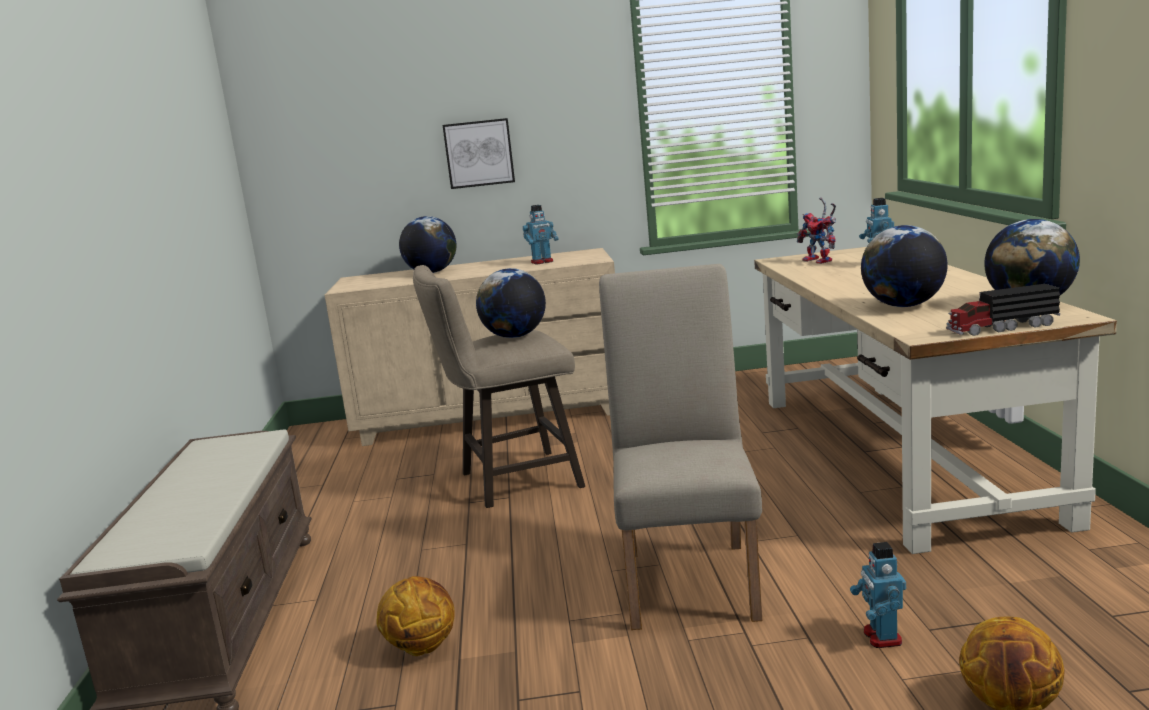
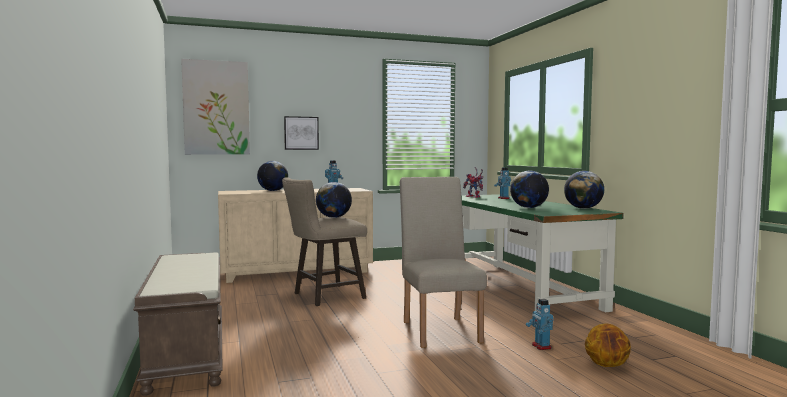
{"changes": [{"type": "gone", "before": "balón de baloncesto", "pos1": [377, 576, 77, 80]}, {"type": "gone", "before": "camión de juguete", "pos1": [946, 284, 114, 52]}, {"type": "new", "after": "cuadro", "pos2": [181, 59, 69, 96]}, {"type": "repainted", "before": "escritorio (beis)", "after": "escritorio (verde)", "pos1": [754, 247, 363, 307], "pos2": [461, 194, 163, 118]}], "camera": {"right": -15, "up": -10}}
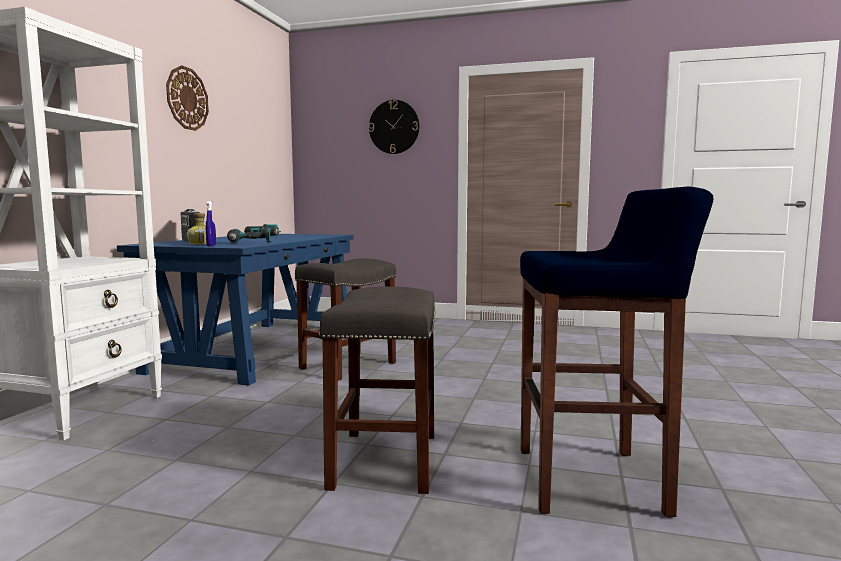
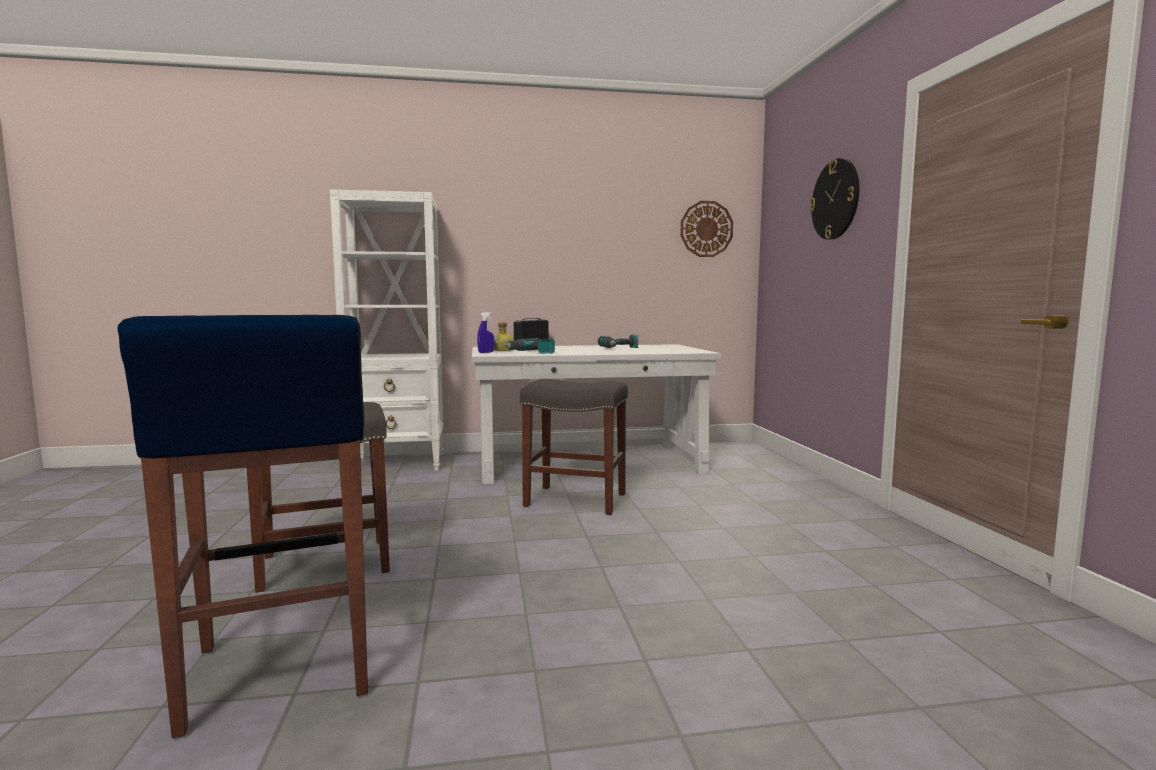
{"changes": [{"type": "shifted", "before": "reloj de pared", "pos1": [166, 65, 43, 66], "pos2": [680, 201, 53, 56]}, {"type": "repainted", "before": "escritorio (azul)", "after": "escritorio (blanco)", "pos1": [117, 234, 237, 152], "pos2": [472, 344, 249, 140]}], "camera": {"right": 65, "up": 0}}
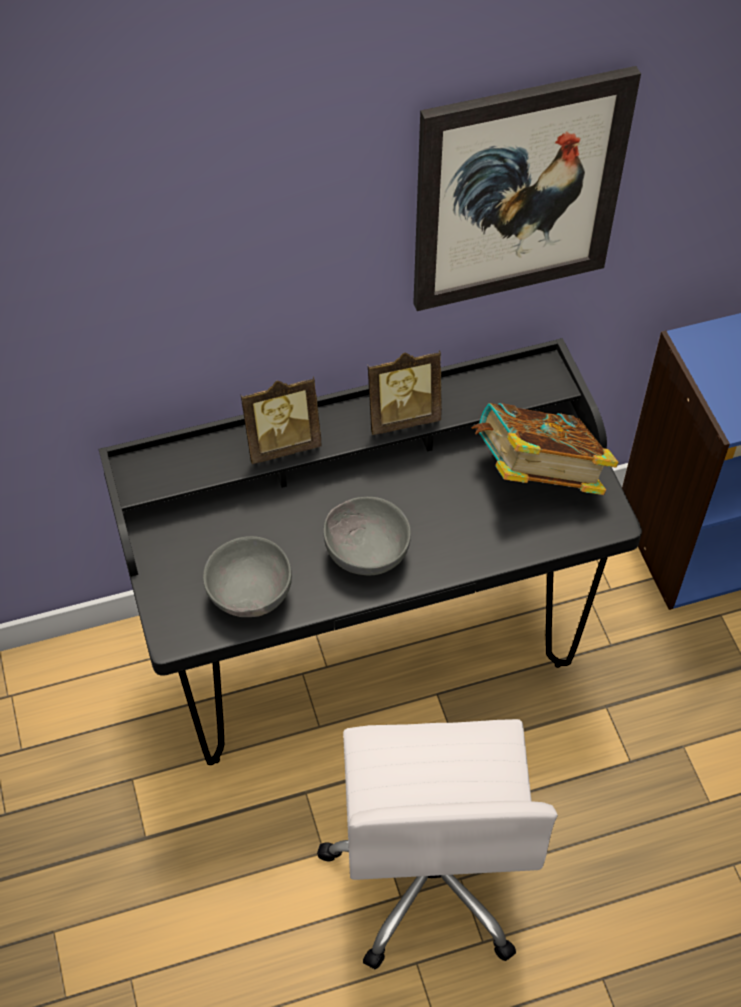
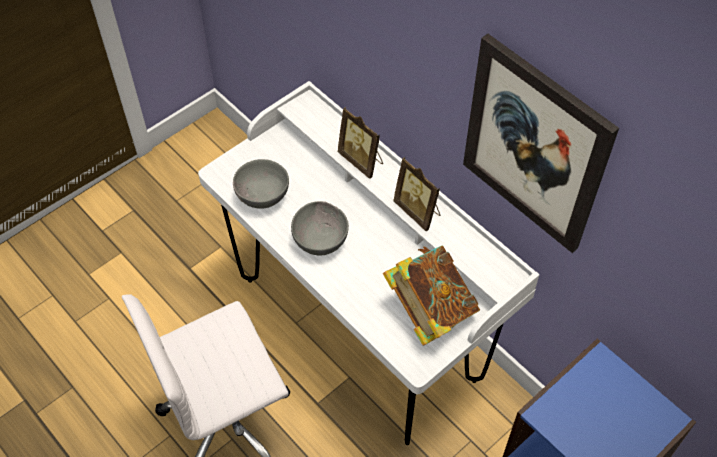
{"changes": [{"type": "repainted", "before": "escritorio (negro)", "after": "escritorio (blanco)", "pos1": [99, 338, 543, 427], "pos2": [198, 81, 342, 364]}], "camera": {"right": 65, "up": 0}}
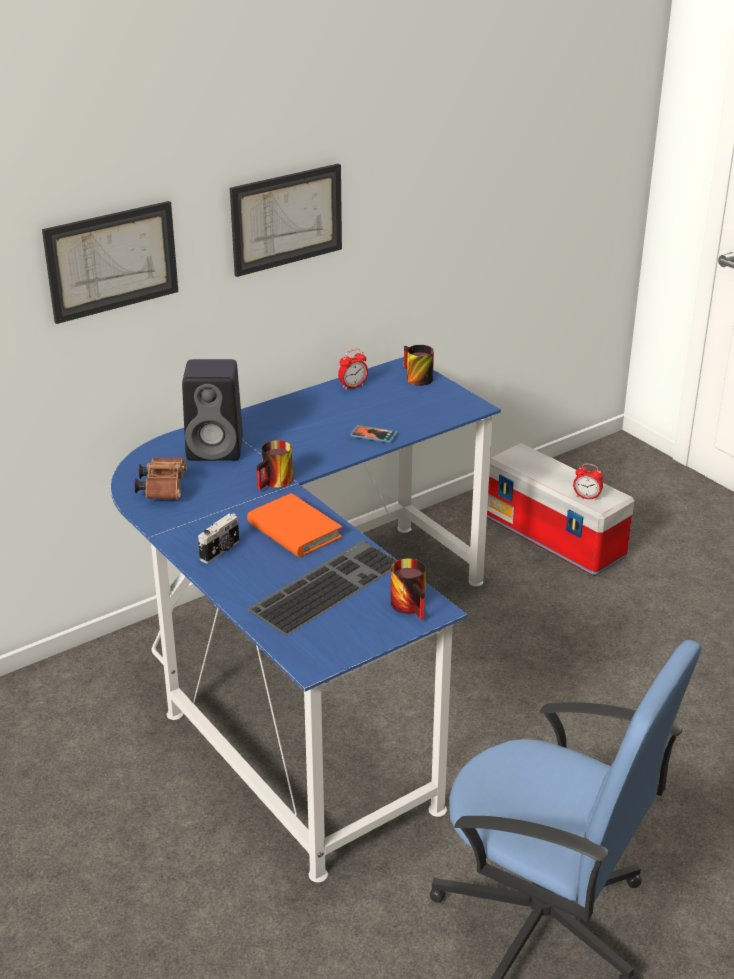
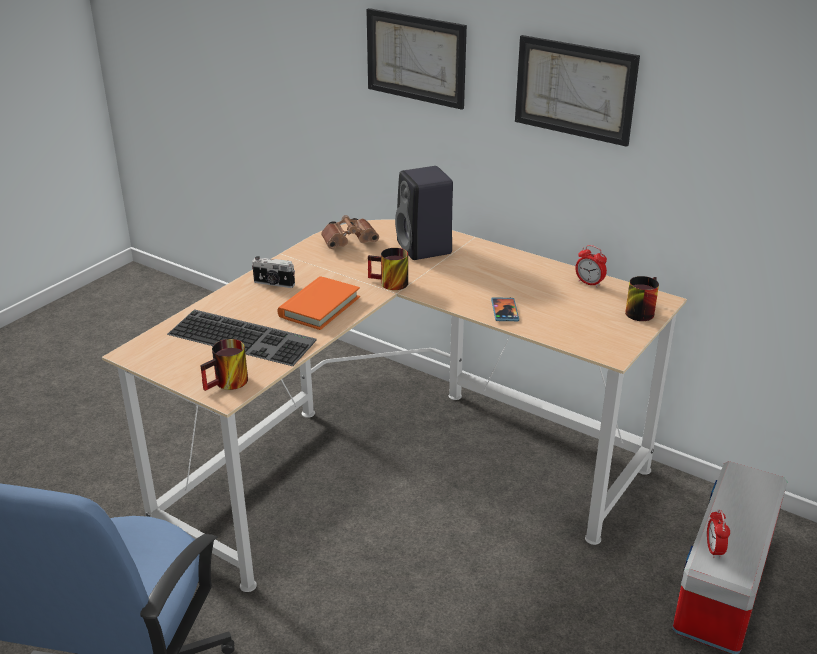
{"changes": [{"type": "repainted", "before": "escritorio (azul)", "after": "escritorio (beis)", "pos1": [111, 357, 390, 525], "pos2": [102, 220, 585, 372]}], "camera": {"right": 70, "up": 0}}
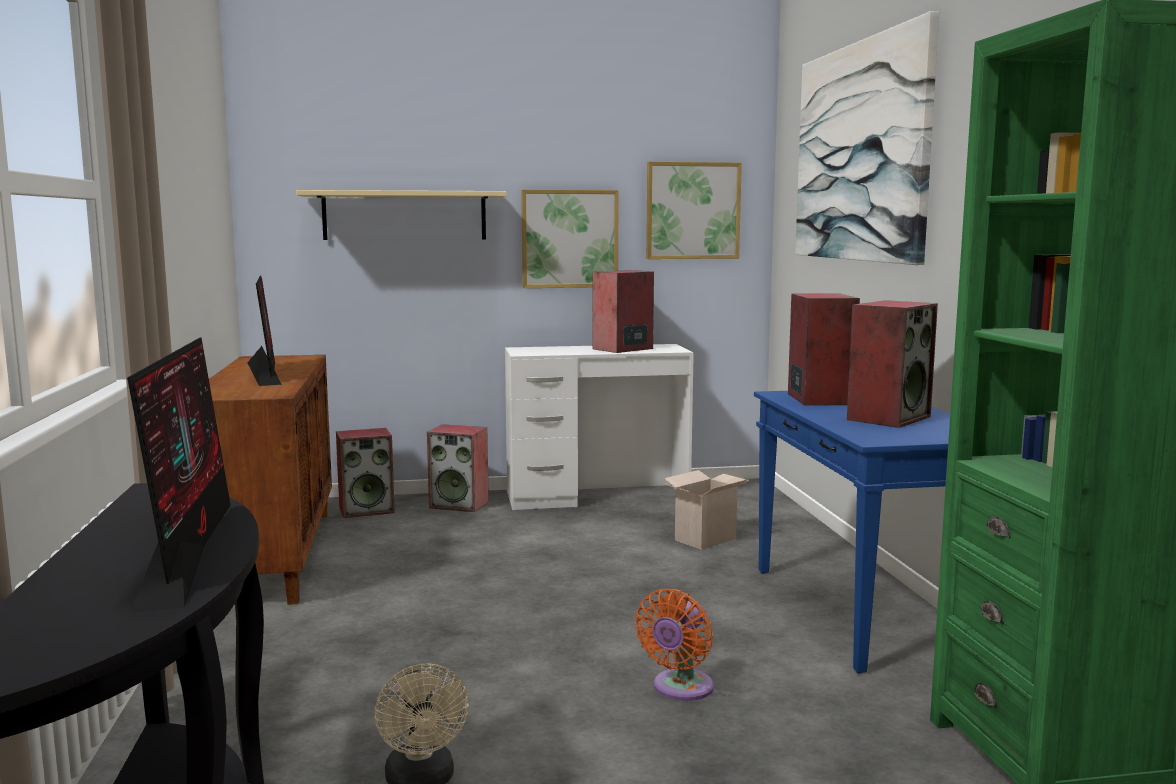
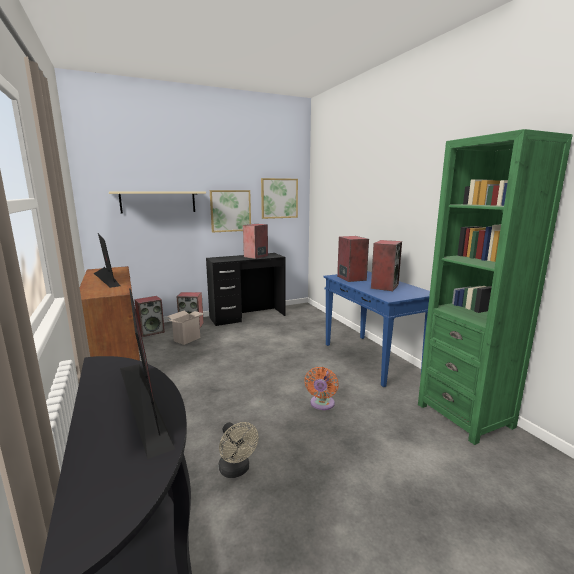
{"changes": [{"type": "gone", "before": "cuadro", "pos1": [795, 11, 144, 254]}, {"type": "shifted", "before": "caja de cartón", "pos1": [664, 470, 85, 80], "pos2": [166, 311, 38, 34]}, {"type": "repainted", "before": "escritorio (blanco)", "after": "escritorio (negro)", "pos1": [505, 344, 189, 166], "pos2": [206, 253, 79, 73]}], "camera": {"right": -15, "up": 5}}
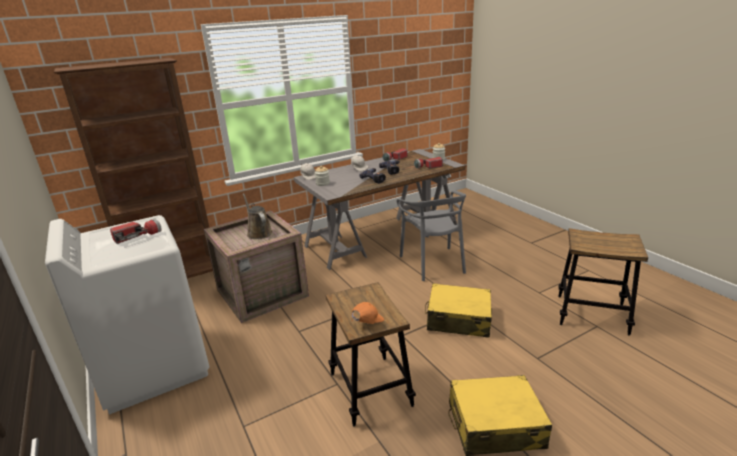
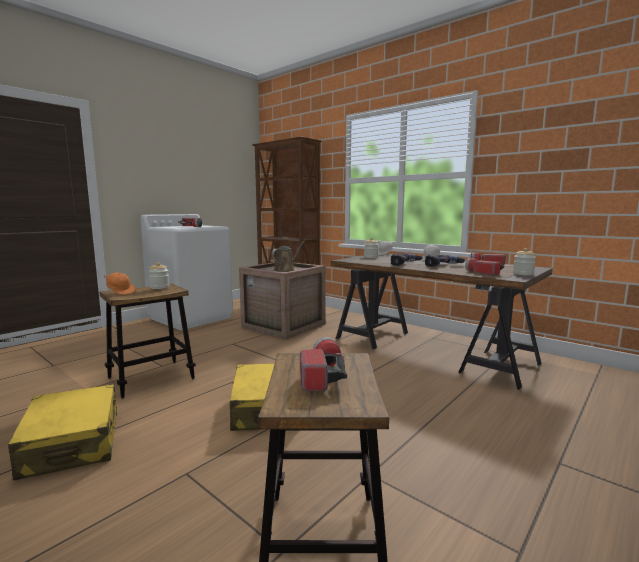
{"changes": [{"type": "gone", "before": "silla (gris)", "pos1": [397, 191, 69, 90]}, {"type": "new", "after": "tarro", "pos2": [148, 262, 22, 27]}, {"type": "new", "after": "linterna", "pos2": [300, 337, 47, 54]}, {"type": "repainted", "before": "escritorio (gris)", "after": "escritorio (marrón)", "pos1": [294, 149, 171, 121], "pos2": [331, 254, 222, 136]}], "camera": {"right": 70, "up": -15}}
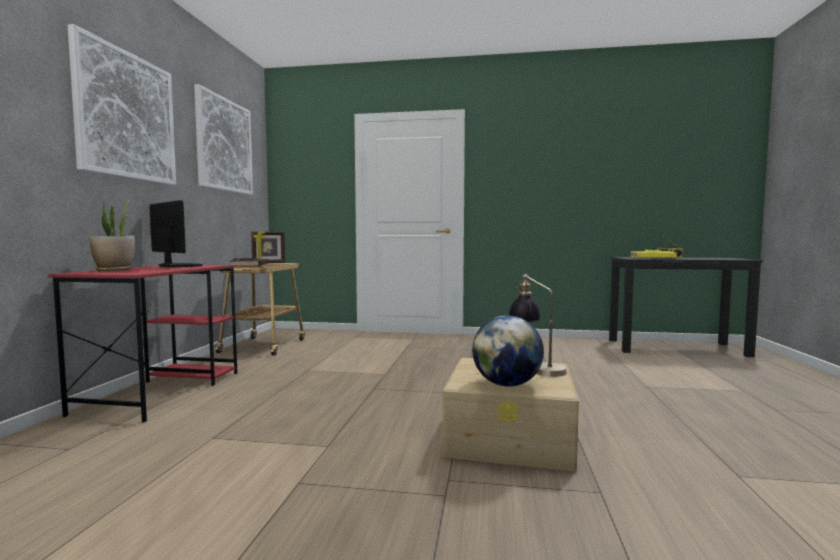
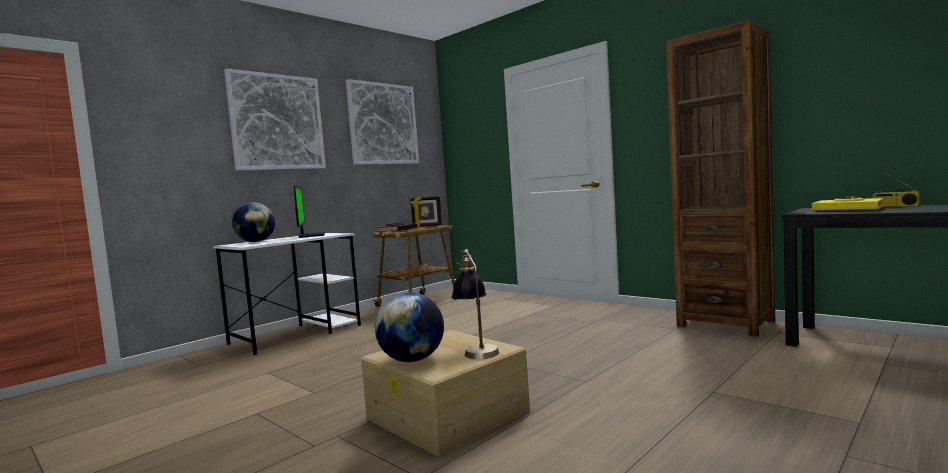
{"changes": [{"type": "new", "after": "estantería (marrón)", "pos2": [666, 20, 109, 317]}, {"type": "swapped", "before": "planta en maceta", "after": "globo terráqueo", "pos1": [89, 198, 46, 73], "pos2": [232, 202, 43, 40]}, {"type": "repainted", "before": "escritorio (rojo)", "after": "escritorio (blanco)", "pos1": [48, 265, 189, 158], "pos2": [213, 233, 148, 122]}], "camera": {"right": 35, "up": 0}}
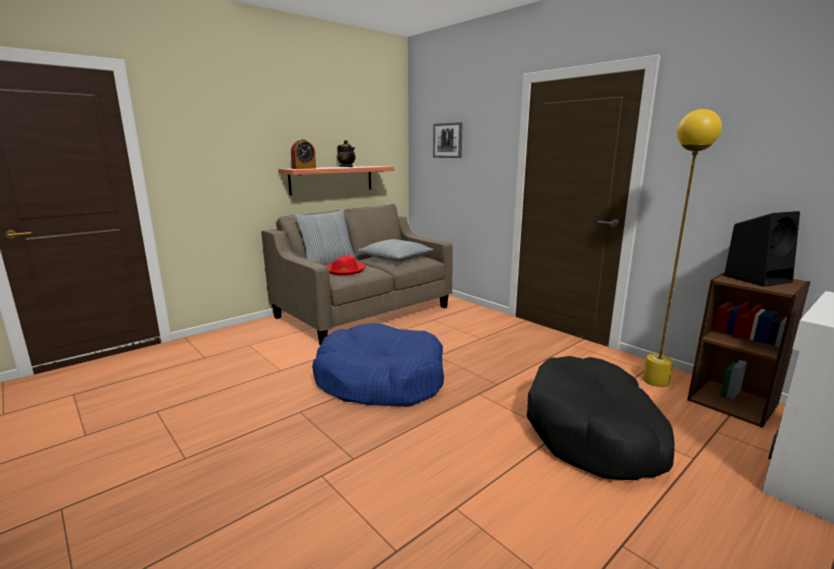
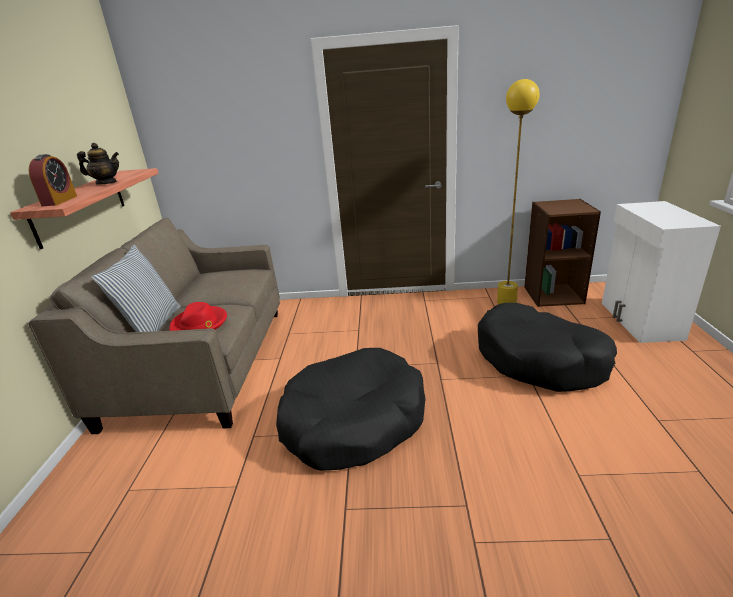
{"changes": [{"type": "gone", "before": "cojín", "pos1": [358, 239, 76, 23]}, {"type": "gone", "before": "cuadro", "pos1": [433, 122, 30, 36]}, {"type": "gone", "before": "altavoz (negro)", "pos1": [724, 211, 76, 76]}, {"type": "repainted", "before": "cama para perro (azul)", "after": "cama para perro (negro)", "pos1": [312, 323, 132, 84], "pos2": [276, 348, 150, 123]}], "camera": {"right": -45, "up": 10}}
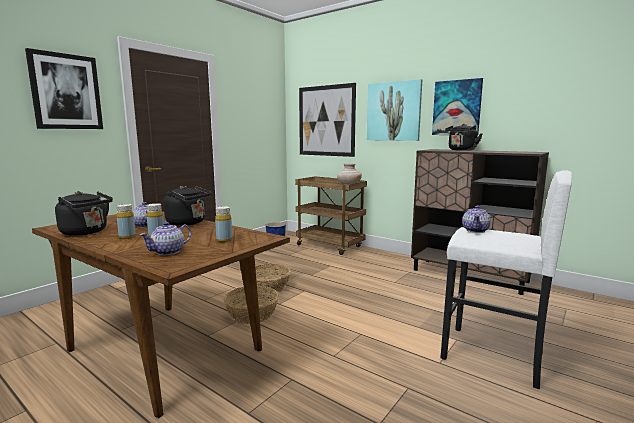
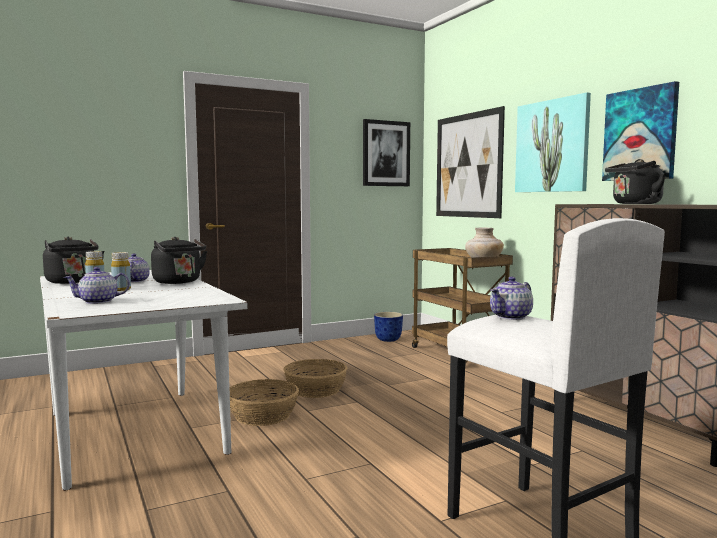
{"changes": [{"type": "gone", "before": "botella (amarillo)", "pos1": [215, 206, 17, 36]}, {"type": "shifted", "before": "cuadro", "pos1": [25, 48, 78, 81], "pos2": [363, 119, 47, 67]}, {"type": "repainted", "before": "mesa de comedor (marrón)", "after": "mesa de comedor (blanco)", "pos1": [32, 211, 258, 207], "pos2": [40, 270, 208, 221]}], "camera": {"right": 25, "up": -5}}
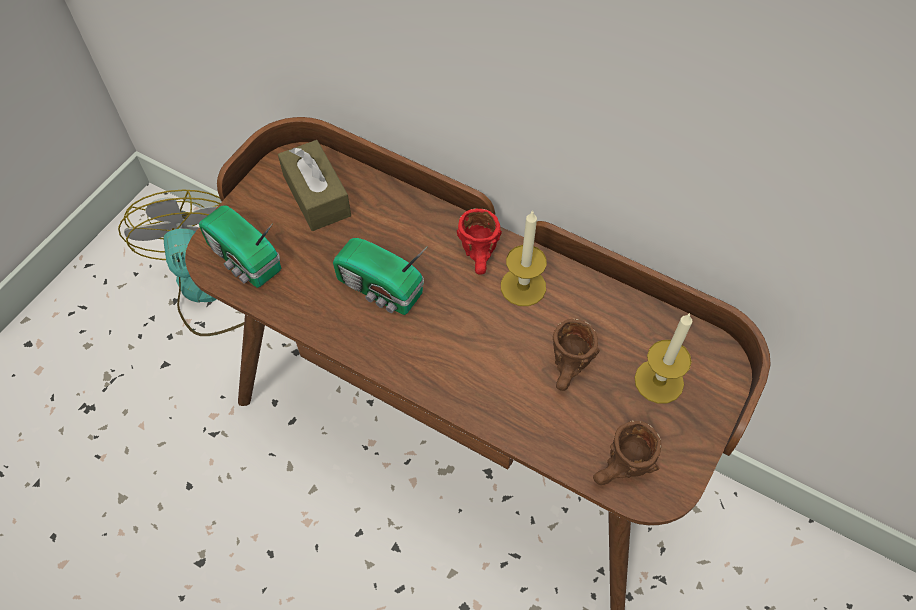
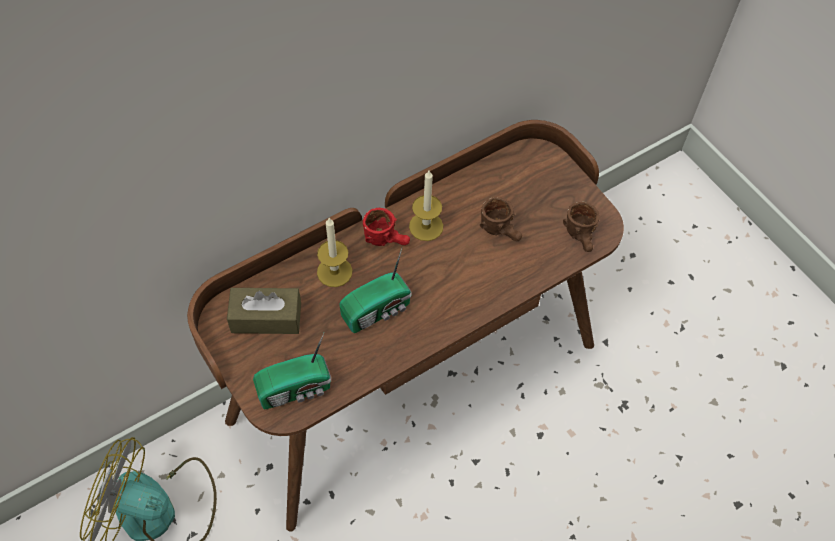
{"changes": [{"type": "shifted", "before": "vela", "pos1": [634, 313, 58, 91], "pos2": [317, 218, 36, 69]}], "camera": {"right": -65, "up": 0}}
